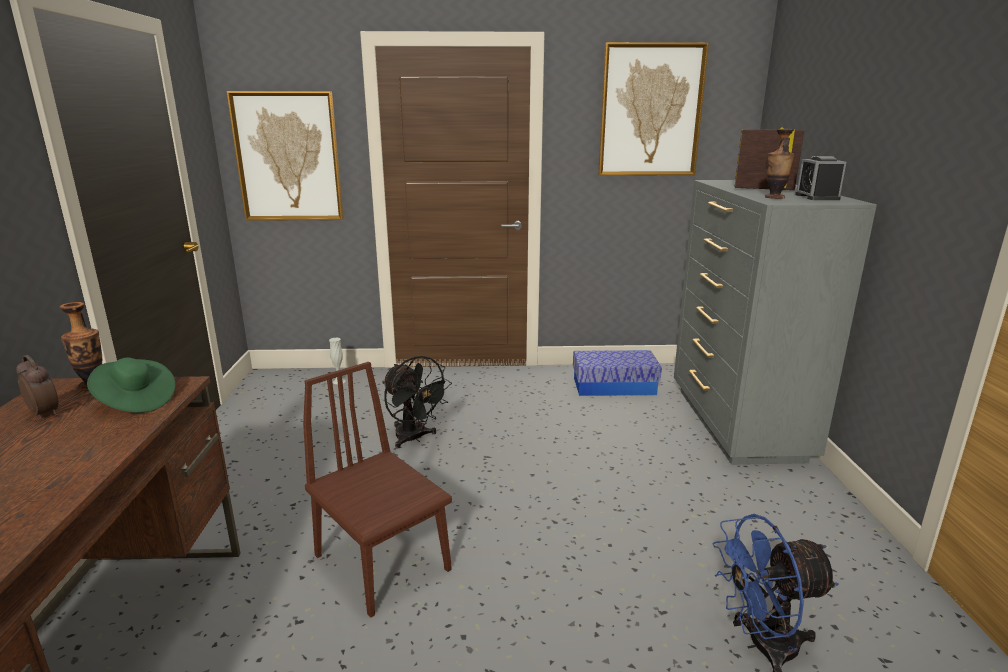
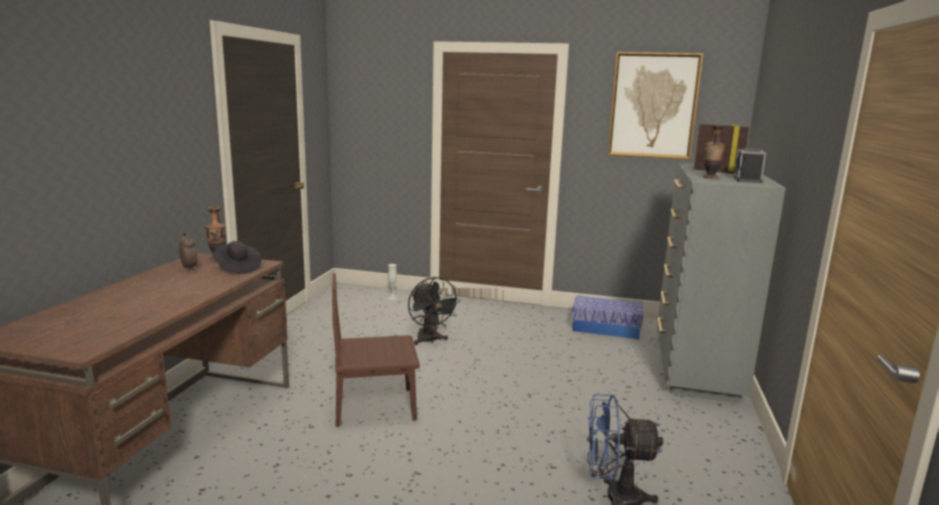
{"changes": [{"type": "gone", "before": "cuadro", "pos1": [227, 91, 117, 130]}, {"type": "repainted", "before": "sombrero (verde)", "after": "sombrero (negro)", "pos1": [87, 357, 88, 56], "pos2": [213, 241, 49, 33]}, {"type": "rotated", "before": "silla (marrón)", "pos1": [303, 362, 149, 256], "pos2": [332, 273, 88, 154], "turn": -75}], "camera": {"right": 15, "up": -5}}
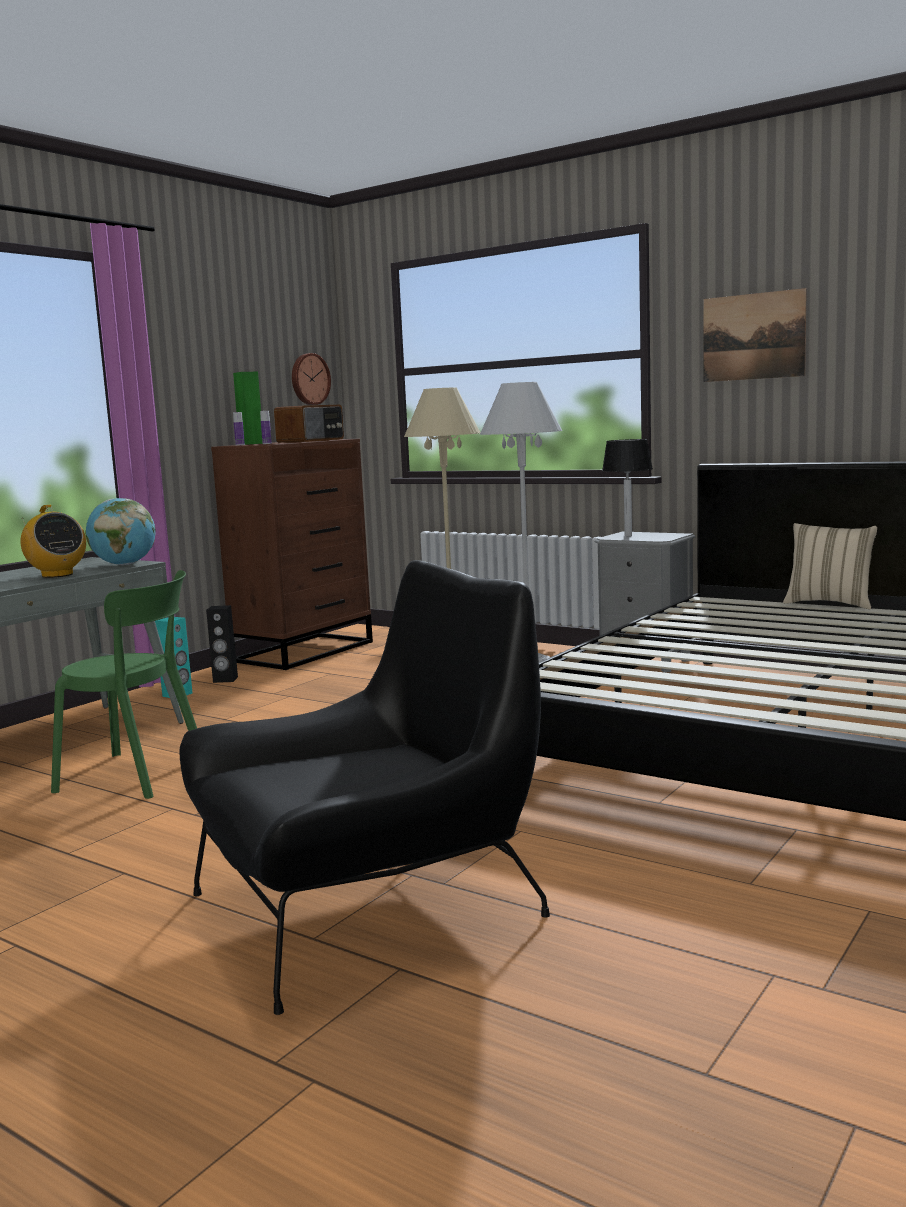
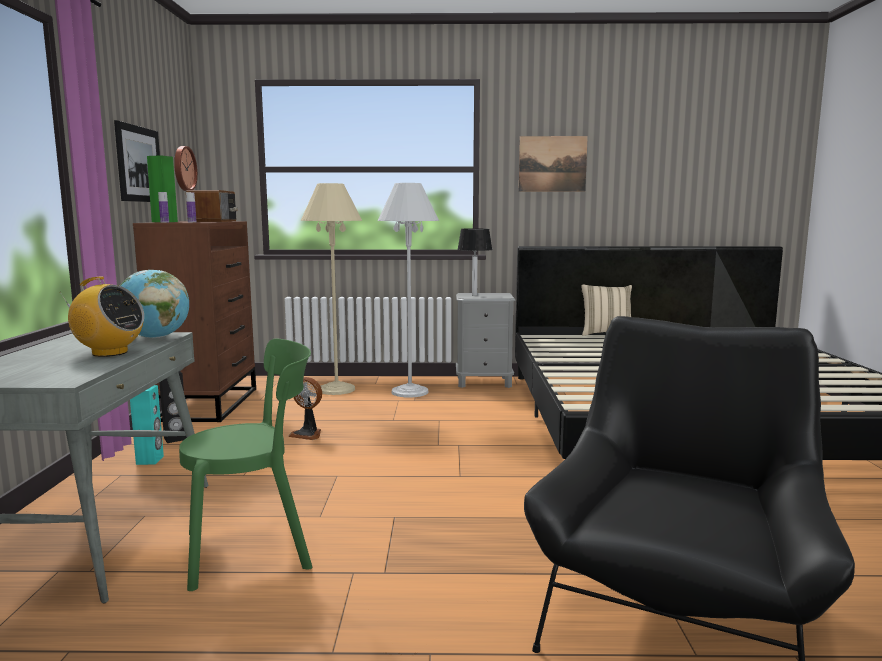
{"changes": [{"type": "new", "after": "cuadro", "pos2": [114, 120, 46, 82]}, {"type": "new", "after": "ventilador", "pos2": [288, 377, 34, 63]}], "camera": {"right": -35, "up": 0}}
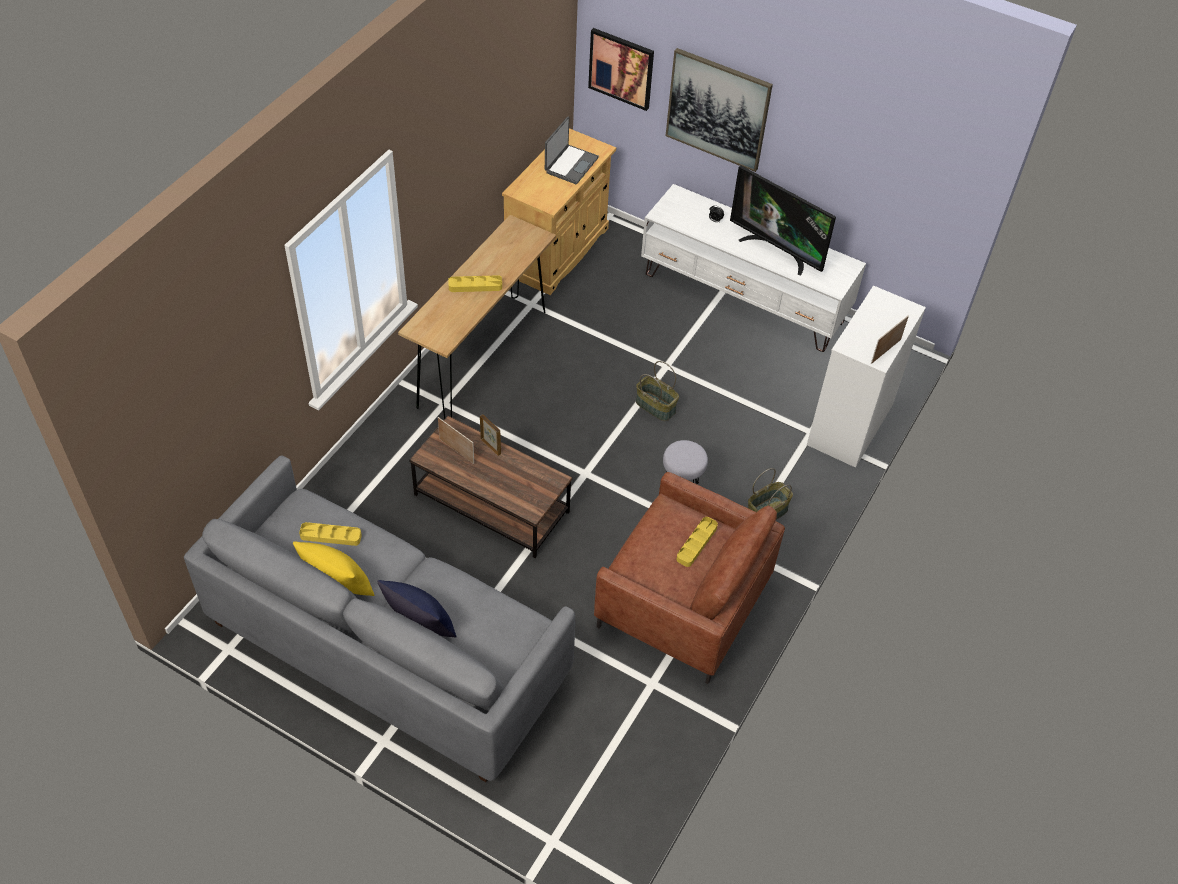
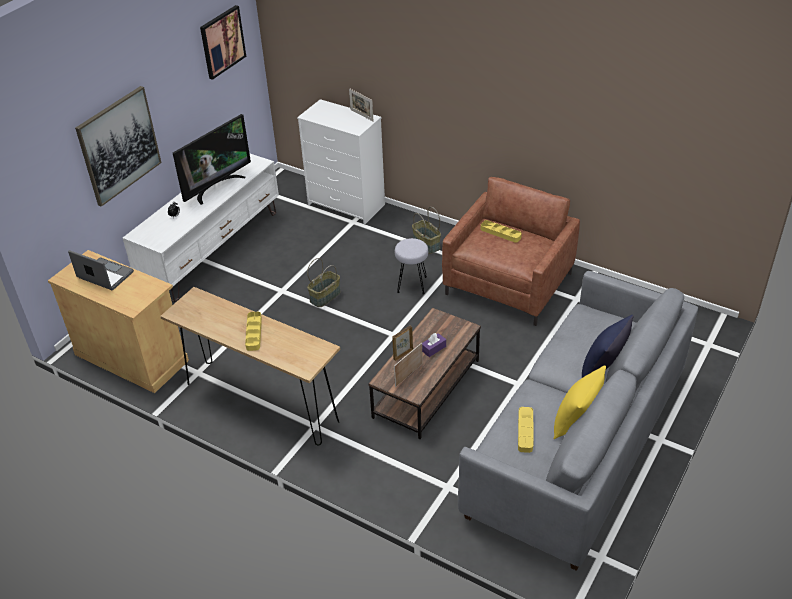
{"changes": [{"type": "new", "after": "caja de pañuelos (morado)", "pos2": [422, 333, 24, 24]}, {"type": "shifted", "before": "cuadro", "pos1": [588, 28, 66, 83], "pos2": [200, 5, 46, 75]}], "camera": {"right": -85, "up": -10}}
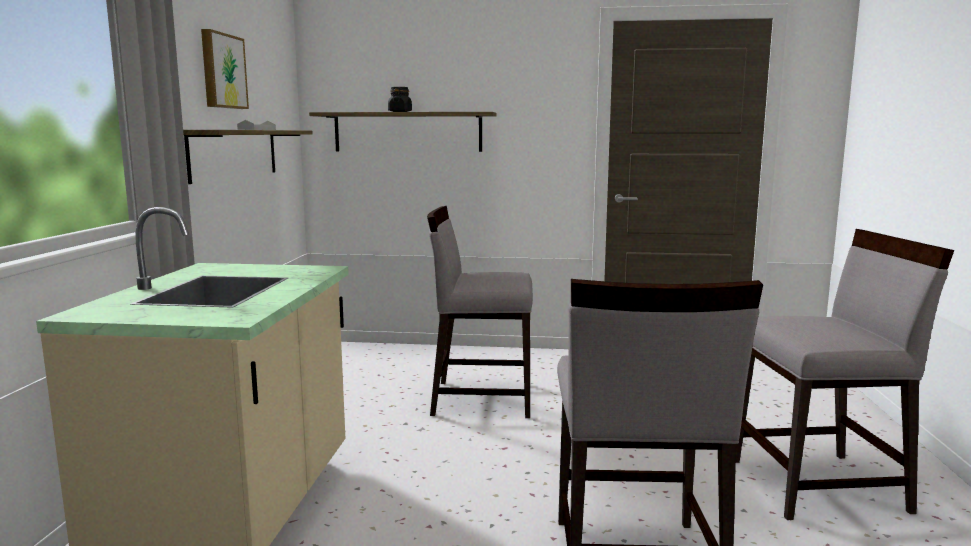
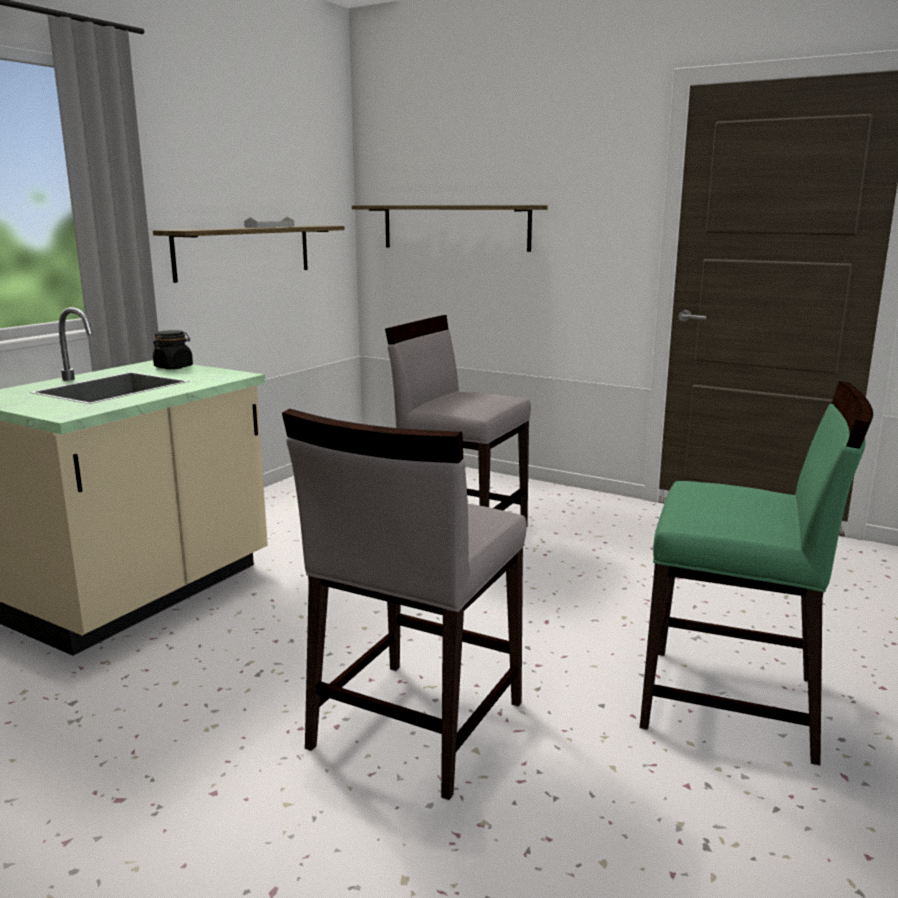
{"changes": [{"type": "gone", "before": "cuadro", "pos1": [201, 29, 48, 80]}, {"type": "shifted", "before": "tarro (negro)", "pos1": [388, 87, 24, 25], "pos2": [153, 330, 40, 39]}, {"type": "repainted", "before": "silla (gris)", "after": "silla (verde)", "pos1": [736, 229, 218, 291], "pos2": [640, 381, 233, 385]}], "camera": {"right": 25, "up": 5}}
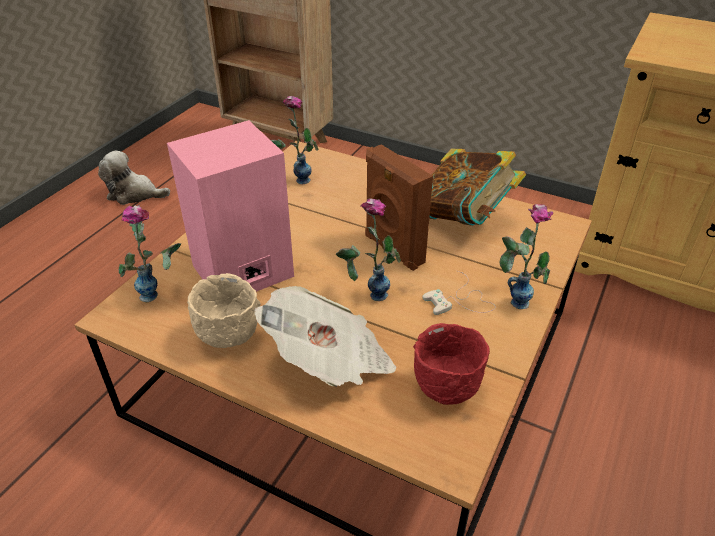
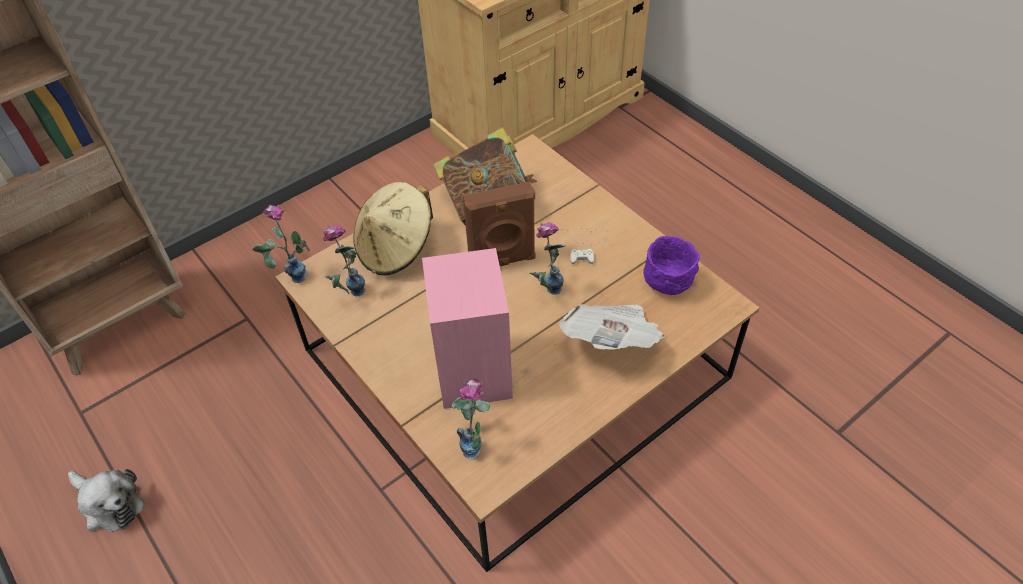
{"changes": [{"type": "gone", "before": "cuenco (beis)", "pos1": [187, 273, 74, 75]}, {"type": "new", "after": "sombrero (beis)", "pos2": [353, 182, 80, 93]}, {"type": "shifted", "before": "florero", "pos1": [500, 204, 53, 105], "pos2": [252, 205, 58, 78]}, {"type": "repainted", "before": "cuenco (rojo)", "after": "cuenco (morado)", "pos1": [413, 323, 77, 82], "pos2": [643, 236, 57, 59]}, {"type": "rotated", "before": "peluche", "pos1": [98, 151, 72, 54], "pos2": [68, 469, 77, 63], "turn": -90}], "camera": {"right": -65, "up": 10}}
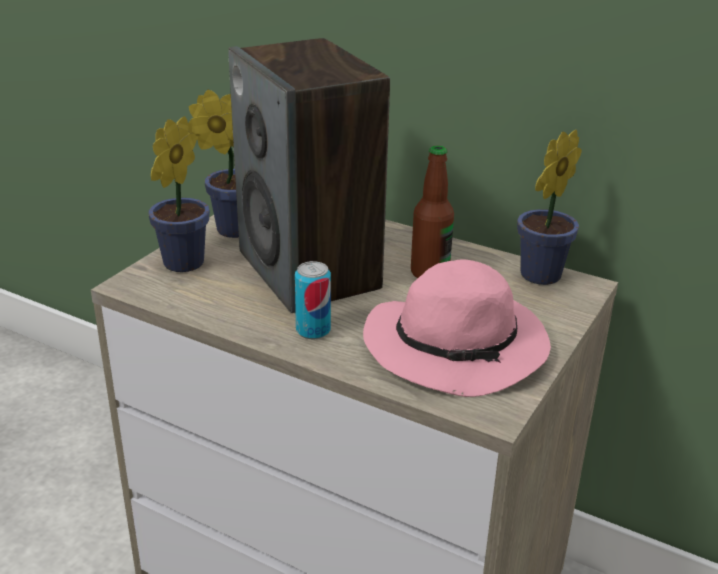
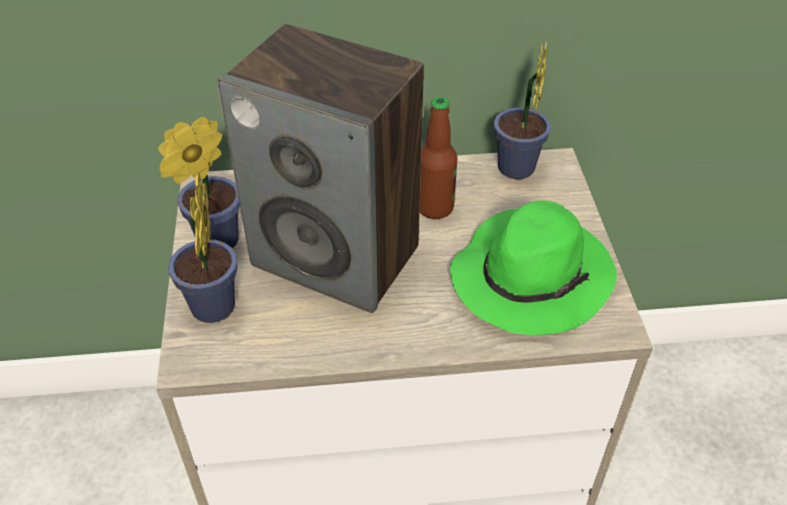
{"changes": [{"type": "gone", "before": "lata", "pos1": [295, 261, 36, 78]}, {"type": "repainted", "before": "sombrero (rosa)", "after": "sombrero (verde)", "pos1": [363, 259, 188, 138], "pos2": [450, 200, 167, 135]}], "camera": {"right": -35, "up": 15}}
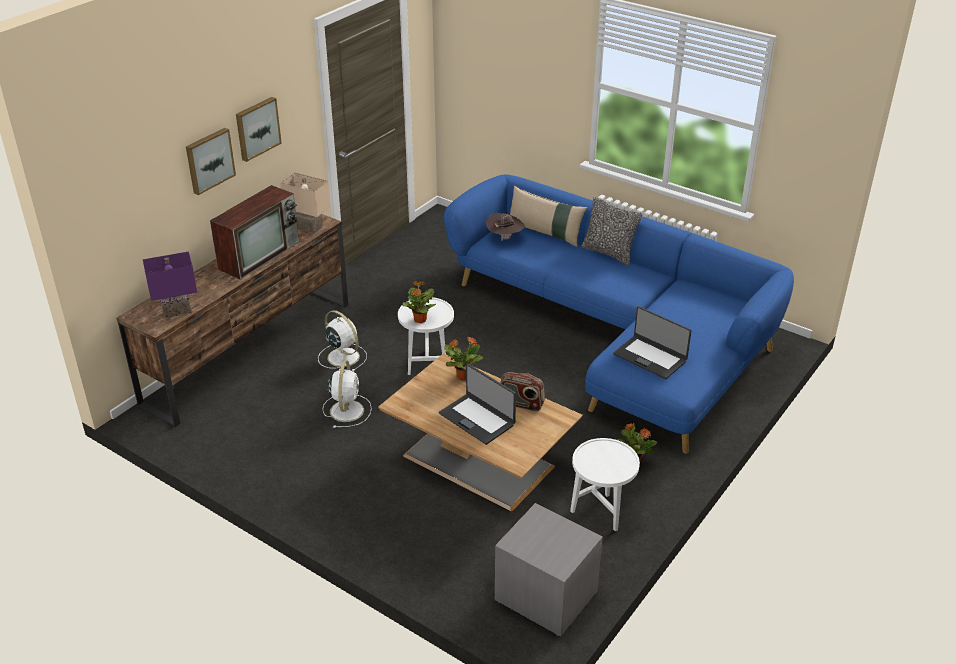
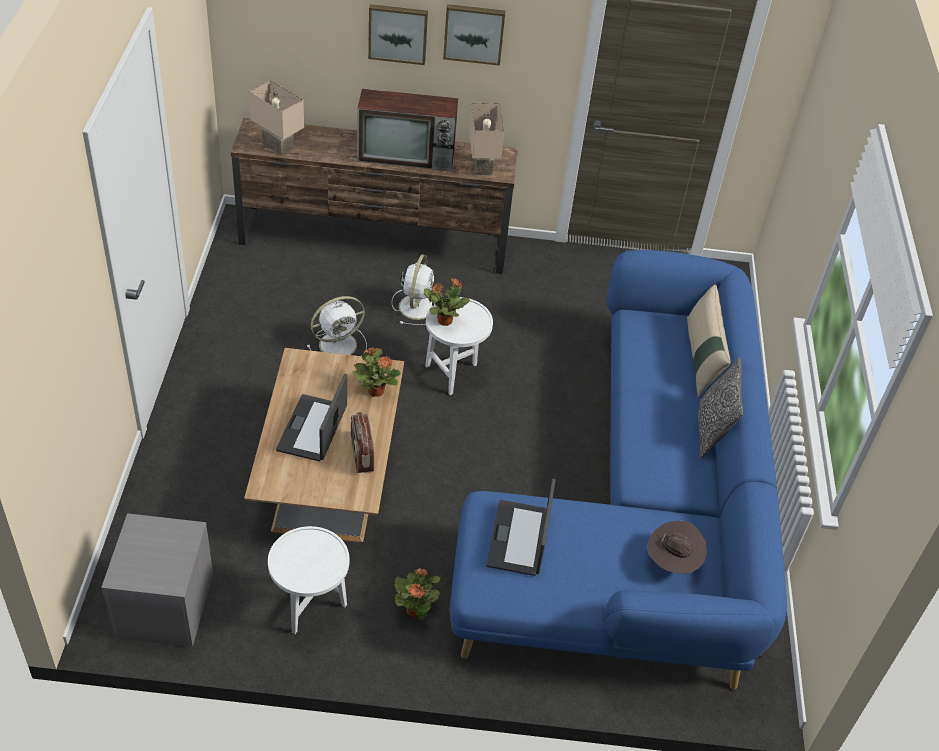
{"changes": [{"type": "shifted", "before": "sombrero (marrón)", "pos1": [486, 213, 39, 27], "pos2": [647, 521, 60, 52]}, {"type": "repainted", "before": "lámpara de mesa (morado)", "after": "lámpara de mesa (beis)", "pos1": [143, 251, 54, 67], "pos2": [249, 80, 55, 76]}], "camera": {"right": 55, "up": 10}}
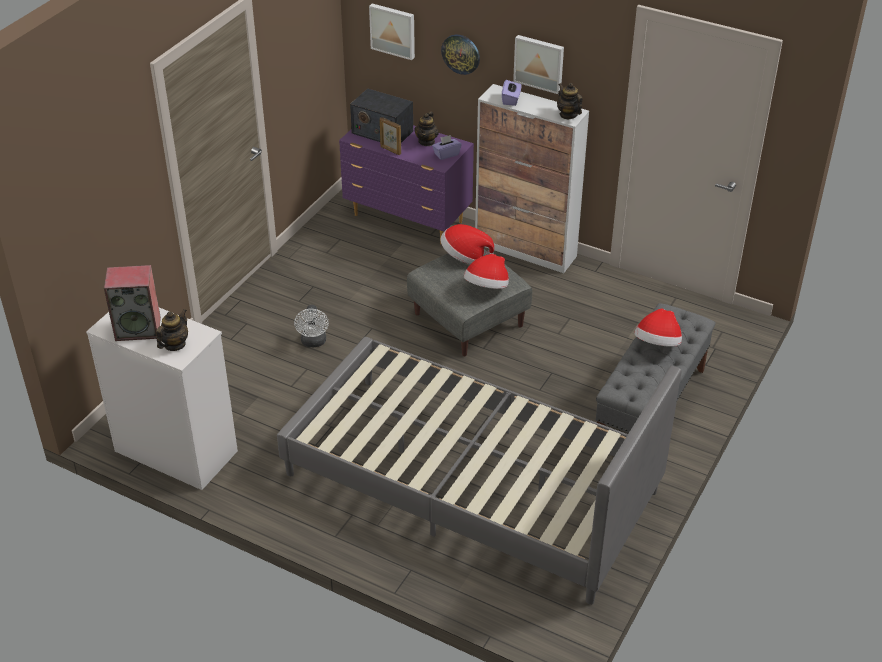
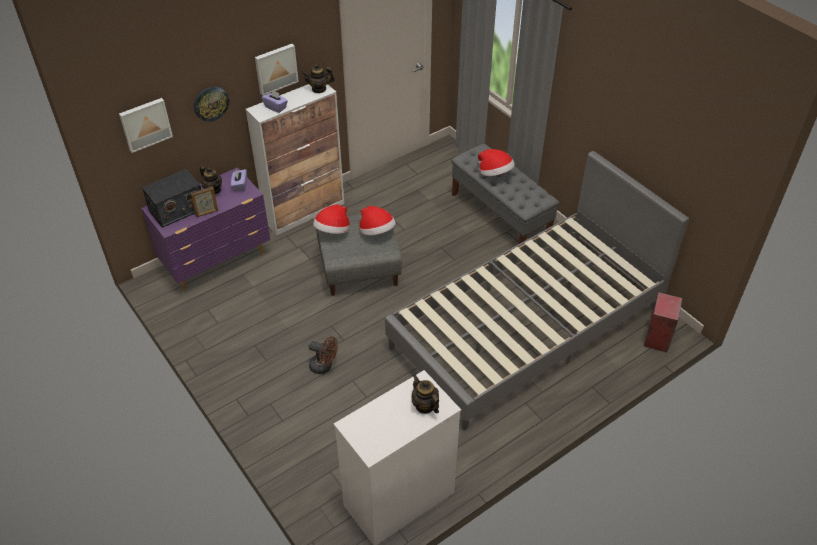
{"changes": [{"type": "shifted", "before": "altavoz", "pos1": [104, 265, 57, 76], "pos2": [644, 292, 38, 60]}, {"type": "repainted", "before": "ventilador (blanco)", "after": "ventilador (marrón)", "pos1": [294, 305, 35, 42], "pos2": [308, 336, 30, 38]}], "camera": {"right": -65, "up": 5}}
